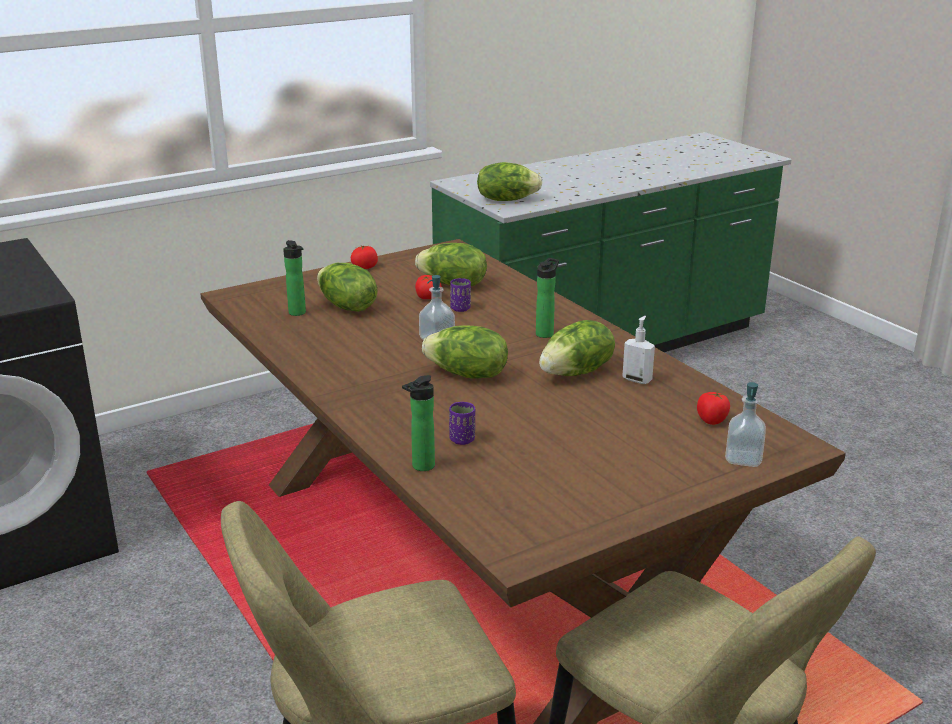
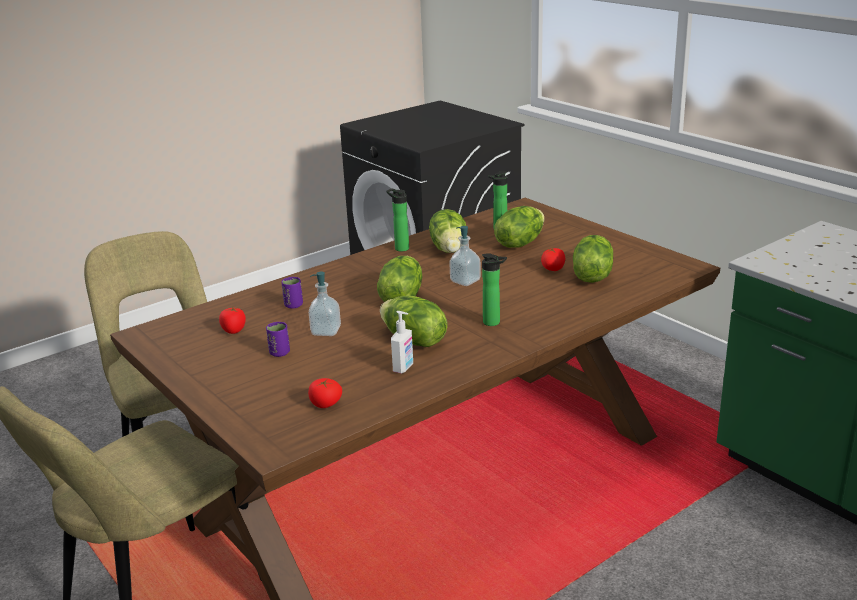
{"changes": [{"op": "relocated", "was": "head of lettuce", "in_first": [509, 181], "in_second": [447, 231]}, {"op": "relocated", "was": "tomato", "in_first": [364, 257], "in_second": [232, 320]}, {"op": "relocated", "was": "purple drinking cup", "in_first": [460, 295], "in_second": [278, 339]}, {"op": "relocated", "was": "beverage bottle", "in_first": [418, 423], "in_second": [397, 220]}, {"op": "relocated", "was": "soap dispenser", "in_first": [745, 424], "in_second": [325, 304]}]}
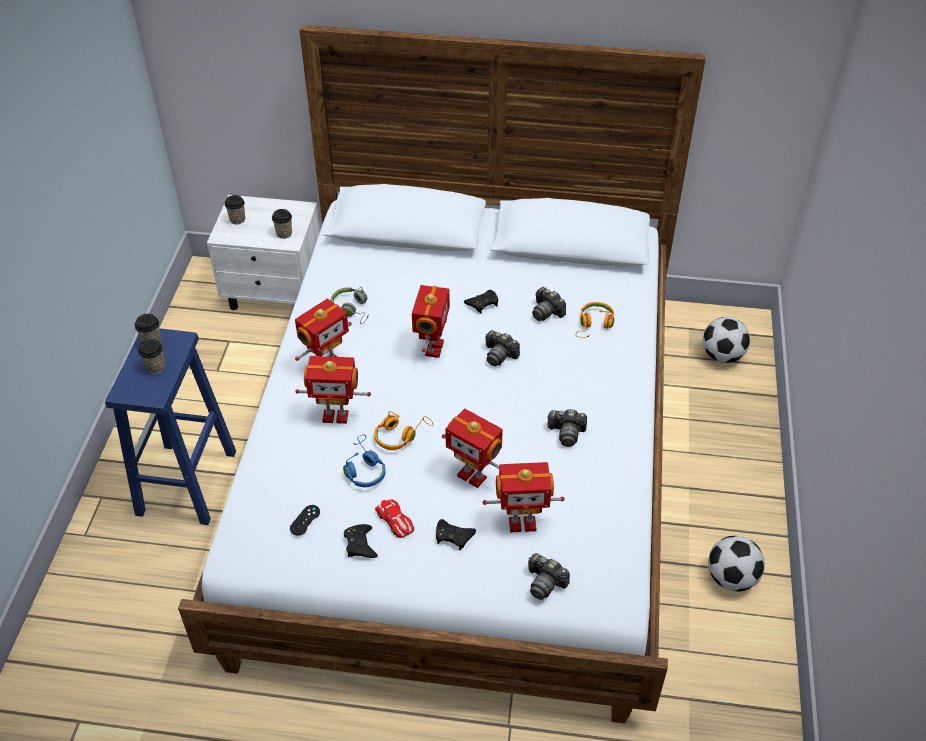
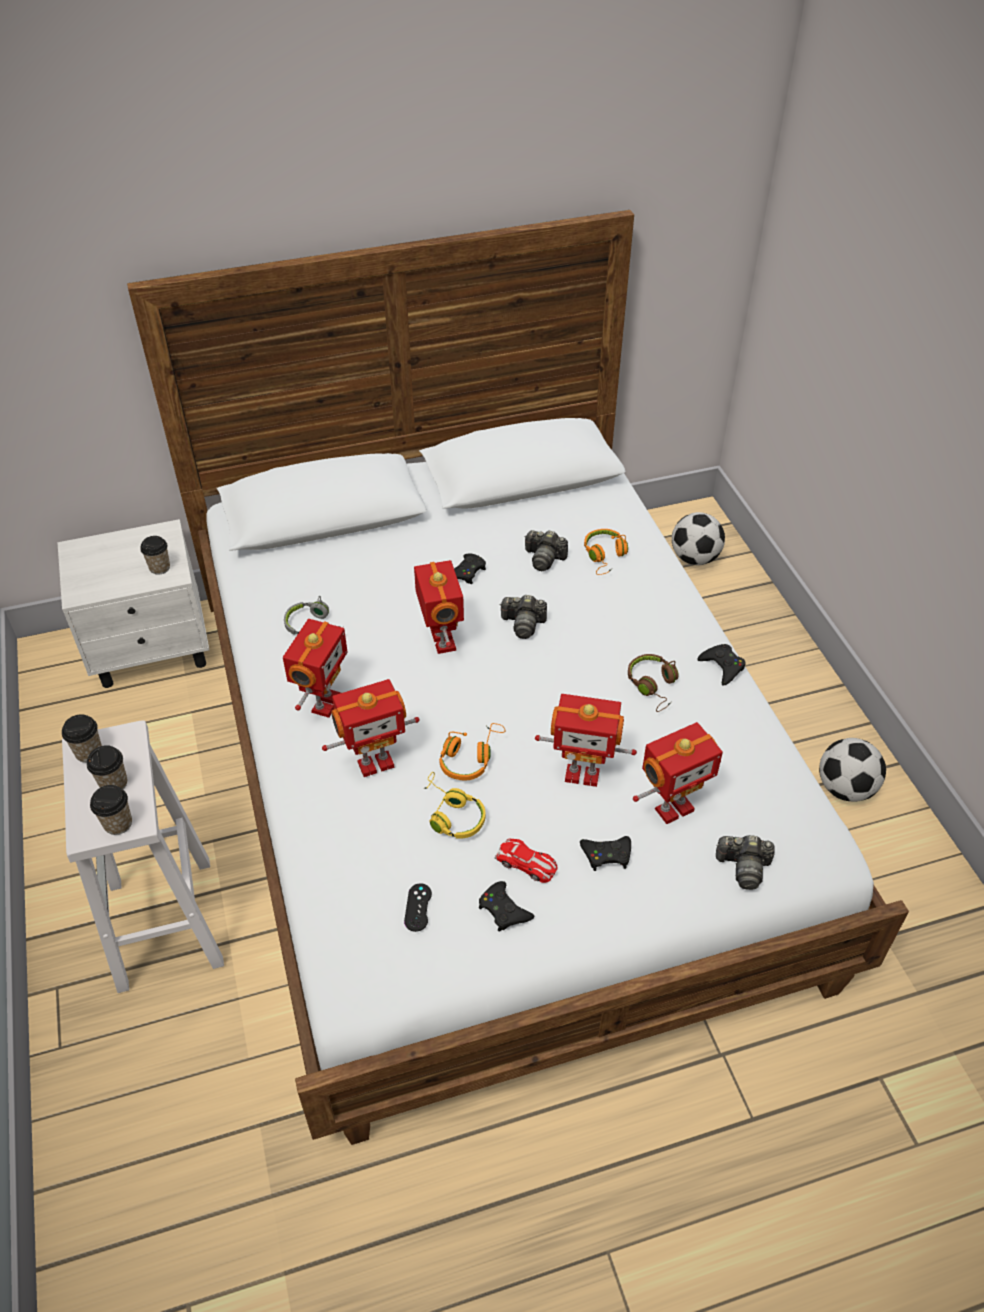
{"changes": [{"op": "relocated", "was": "drinking cup", "in_first": [235, 209], "in_second": [111, 810]}, {"op": "colour", "was": "blue stool", "now": "whitish stool", "in_first": [170, 426], "in_second": [143, 856]}, {"op": "exchanged", "was": "still camera", "now": "brown headphones", "in_first": [567, 428], "in_second": [653, 683]}, {"op": "colour", "was": "blue headphones", "now": "yellowish headphones", "in_first": [364, 460], "in_second": [455, 805]}, {"op": "appeared", "now": "black joypad", "in_second": [721, 665]}]}
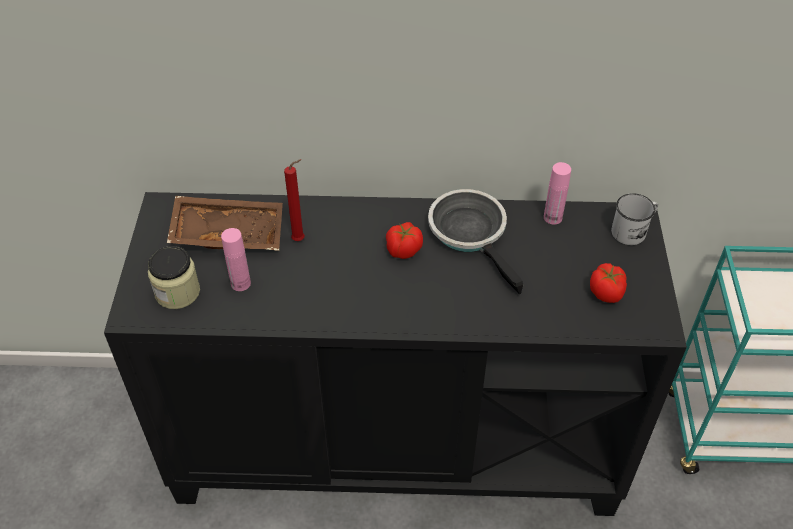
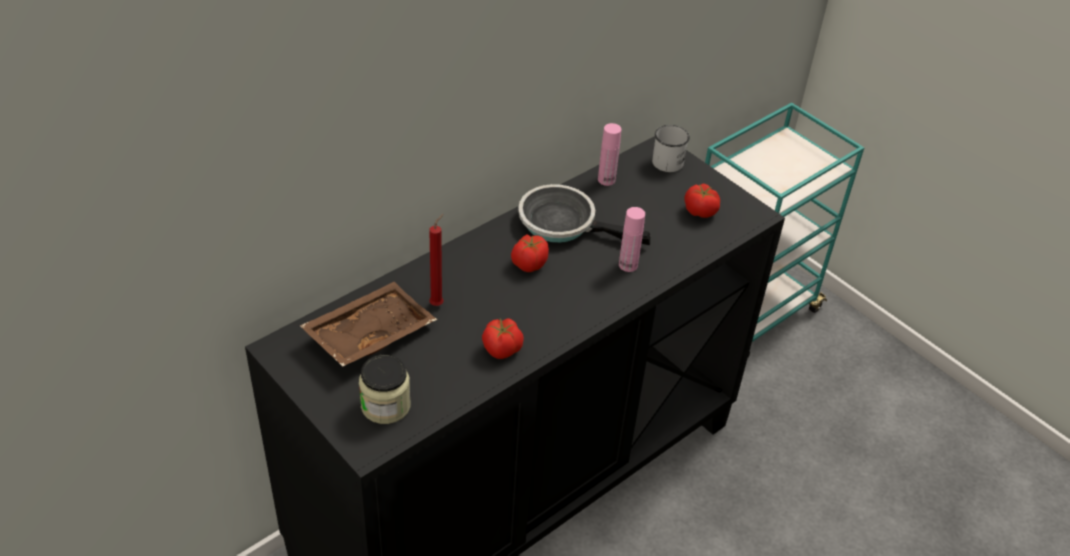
{"changes": [{"op": "relocated", "was": "pinkish beverage bottle", "in_first": [236, 259], "in_second": [632, 239]}, {"op": "appeared", "now": "tomato", "in_second": [503, 338]}]}
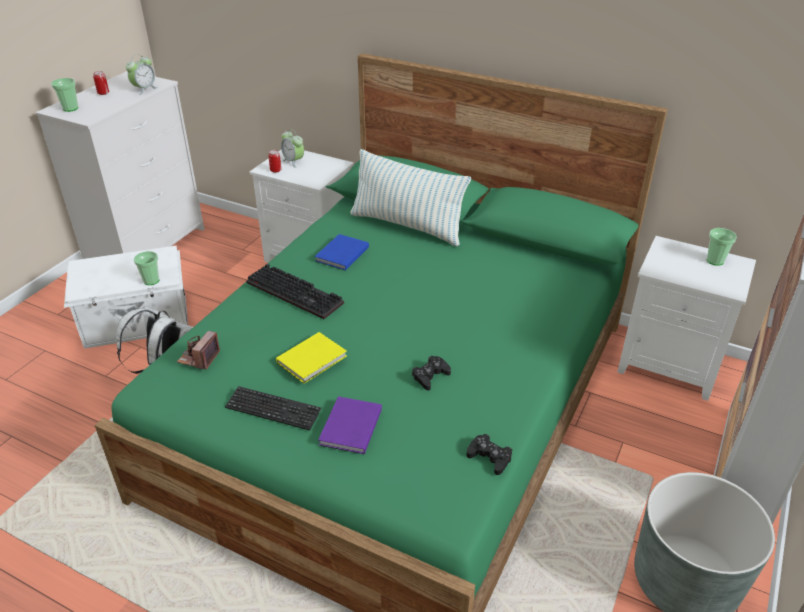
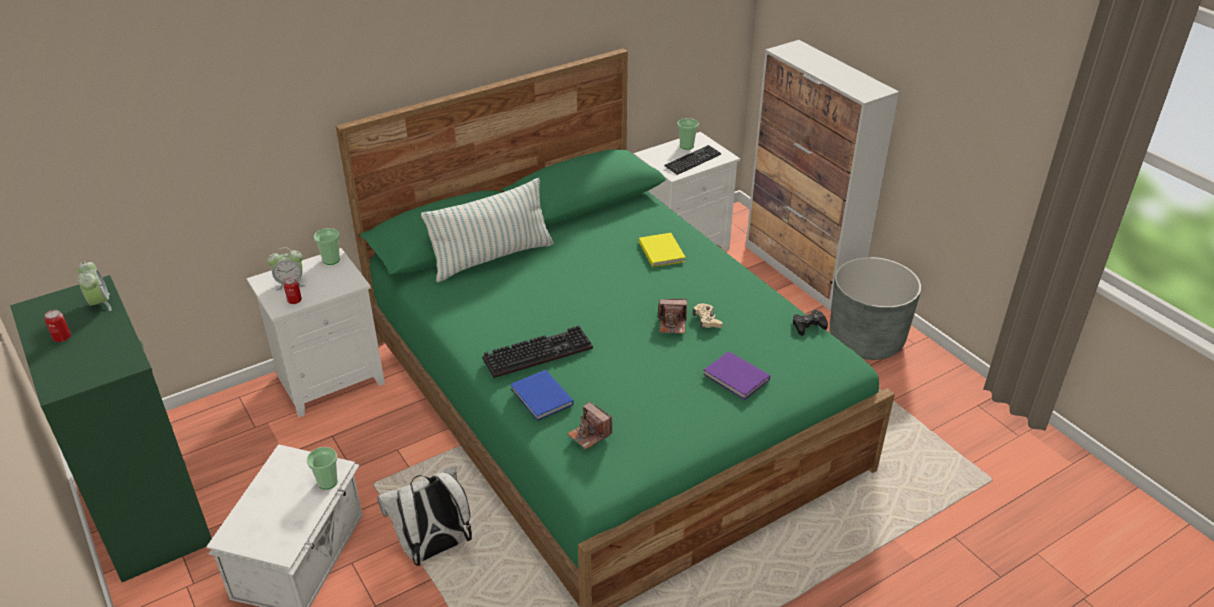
{"changes": [{"op": "colour", "was": "whitish dresser", "now": "green dresser", "in_first": [119, 165], "in_second": [111, 428]}, {"op": "relocated", "was": "drinking cup", "in_first": [64, 95], "in_second": [327, 246]}, {"op": "relocated", "was": "blue book", "in_first": [342, 252], "in_second": [542, 395]}, {"op": "relocated", "was": "yellowish book", "in_first": [311, 358], "in_second": [662, 250]}, {"op": "colour", "was": "black joypad", "now": "sand-coloured joypad", "in_first": [431, 373], "in_second": [707, 316]}, {"op": "relocated", "was": "keyboard", "in_first": [273, 408], "in_second": [692, 160]}, {"op": "appeared", "now": "still camera", "in_second": [672, 316]}]}
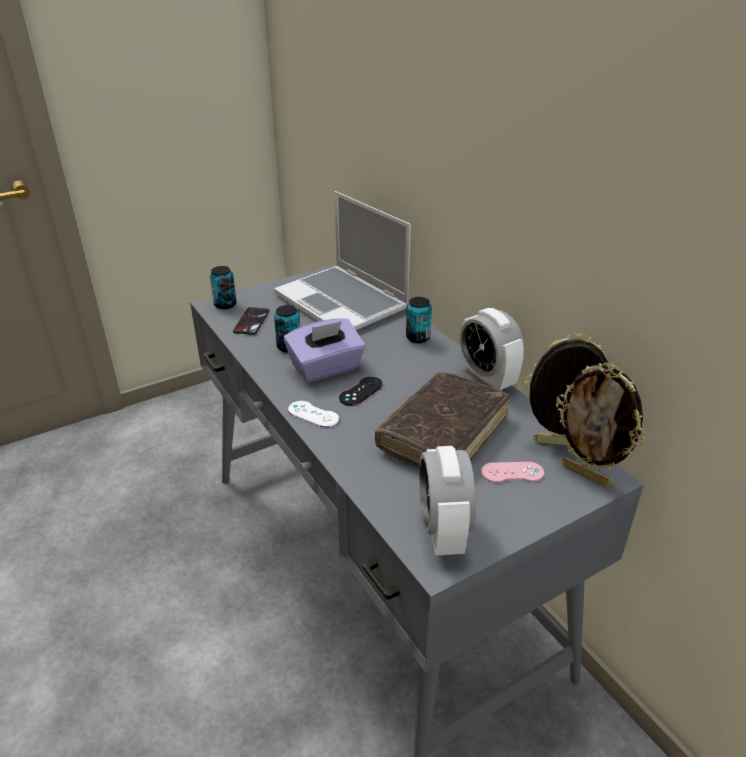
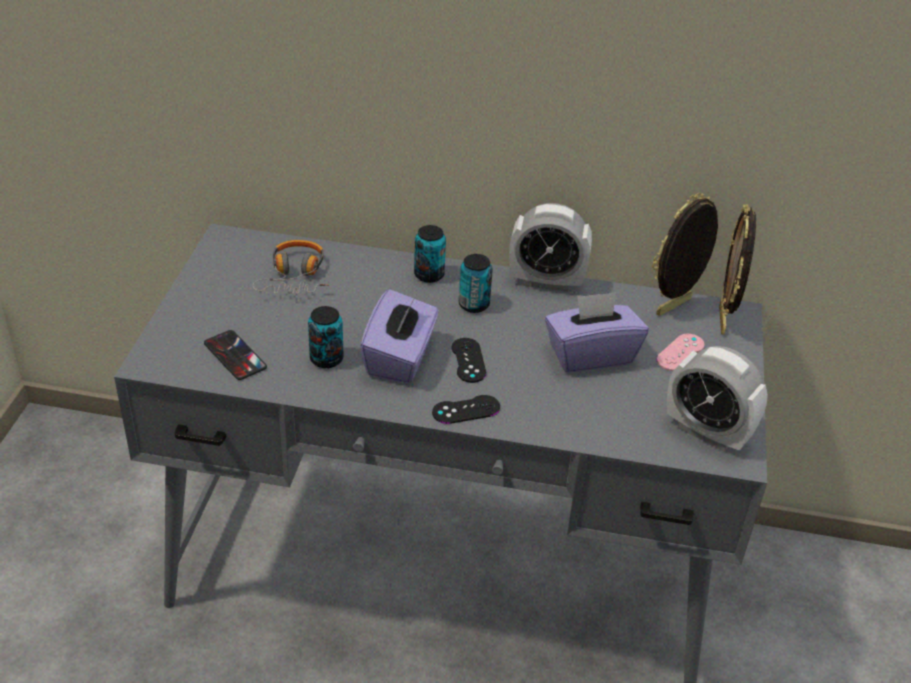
{"changes": [{"op": "exchanged", "was": "portable computer", "now": "headphones", "in_first": [342, 260], "in_second": [291, 267]}, {"op": "relocated", "was": "can", "in_first": [223, 287], "in_second": [476, 283]}, {"op": "spun", "was": "standing frame", "in_first": [600, 425], "in_second": [737, 269], "clockwise": 105}, {"op": "exchanged", "was": "brown book", "now": "purple tissue holder", "in_first": [443, 420], "in_second": [597, 332]}, {"op": "colour", "was": "whitish joypad", "now": "black joypad", "in_first": [313, 414], "in_second": [466, 409]}]}
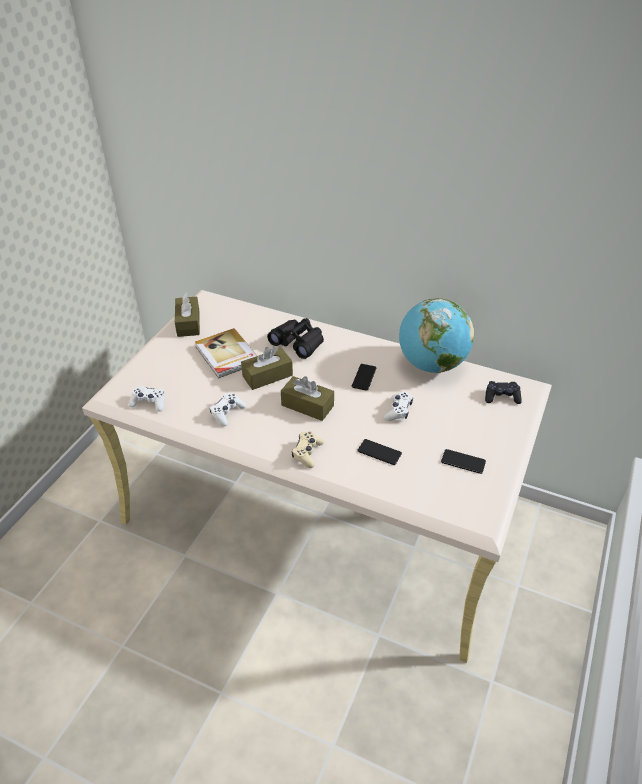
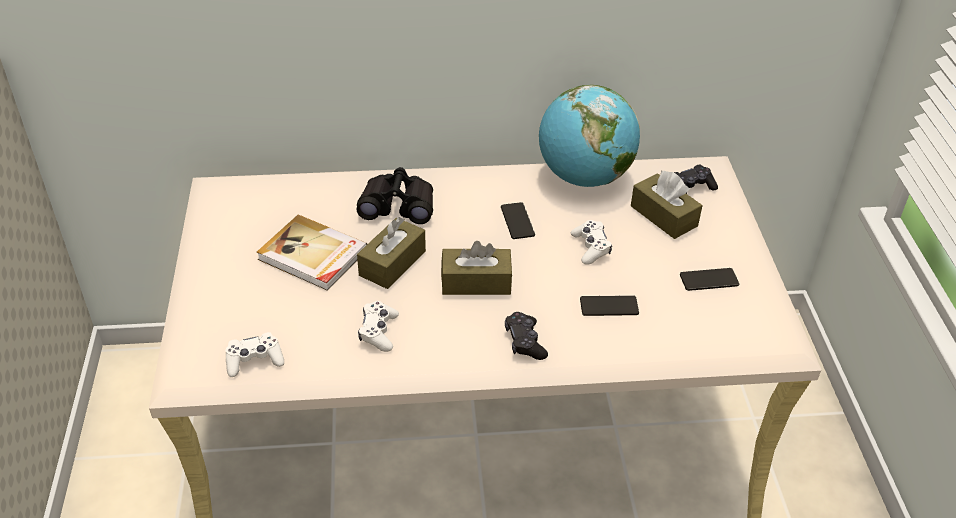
{"changes": [{"op": "relocated", "was": "brown tissue holder", "in_first": [187, 314], "in_second": [666, 205]}, {"op": "colour", "was": "sand-coloured joypad", "now": "black joypad", "in_first": [308, 449], "in_second": [526, 336]}]}
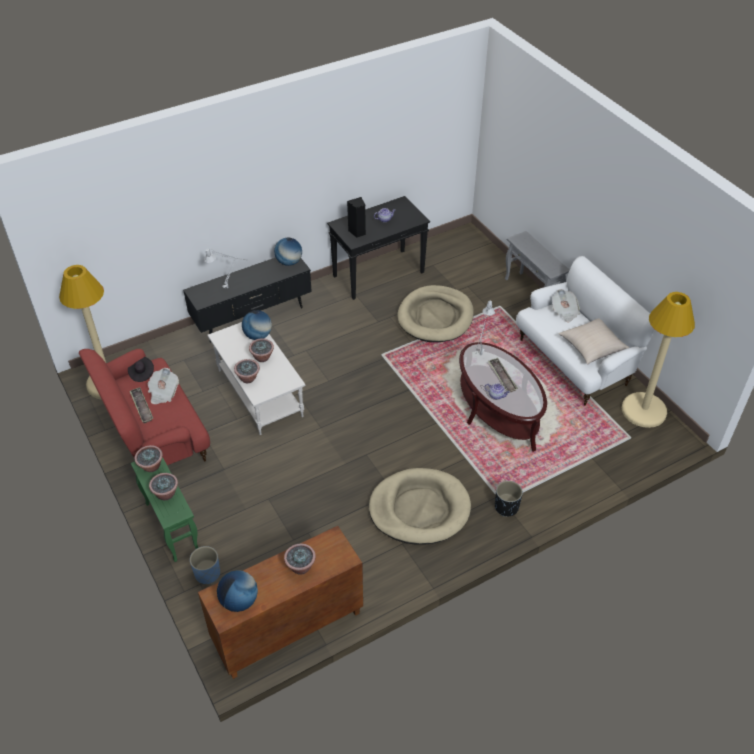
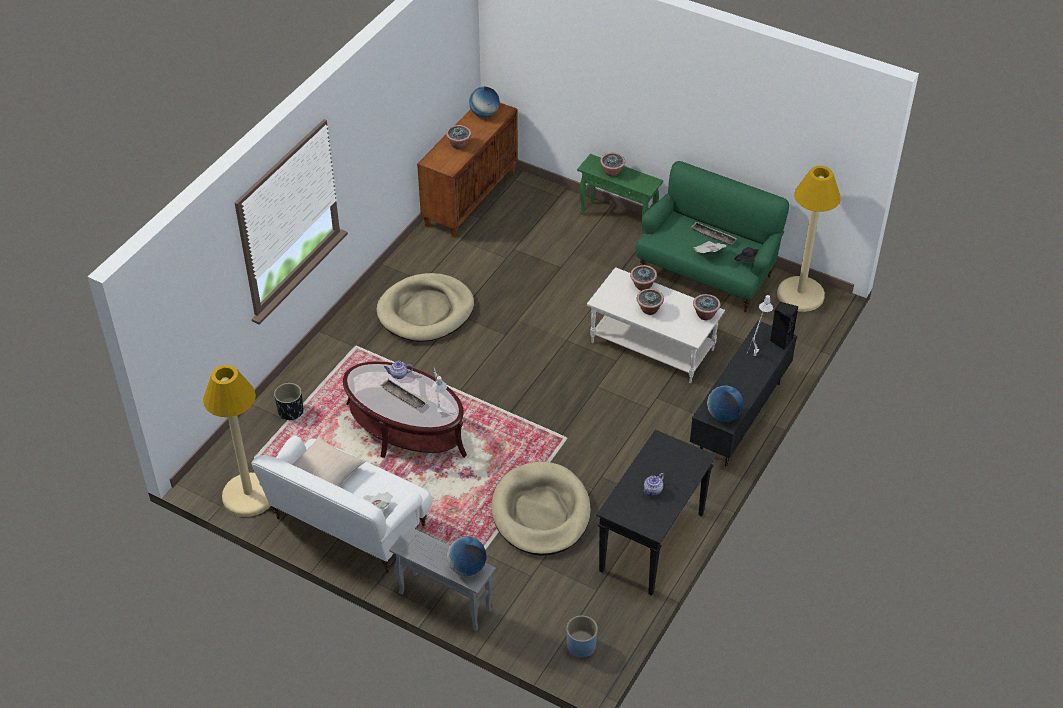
{"changes": [{"op": "relocated", "was": "black loudspeaker", "in_first": [356, 217], "in_second": [784, 326]}, {"op": "relocated", "was": "globe", "in_first": [257, 325], "in_second": [466, 556]}, {"op": "colour", "was": "reddish settee", "now": "green settee", "in_first": [144, 407], "in_second": [712, 237]}, {"op": "relocated", "was": "plant in a pot", "in_first": [148, 458], "in_second": [706, 307]}, {"op": "relocated", "was": "black planter", "in_first": [509, 499], "in_second": [288, 402]}, {"op": "relocated", "was": "blue planter", "in_first": [205, 565], "in_second": [582, 636]}]}
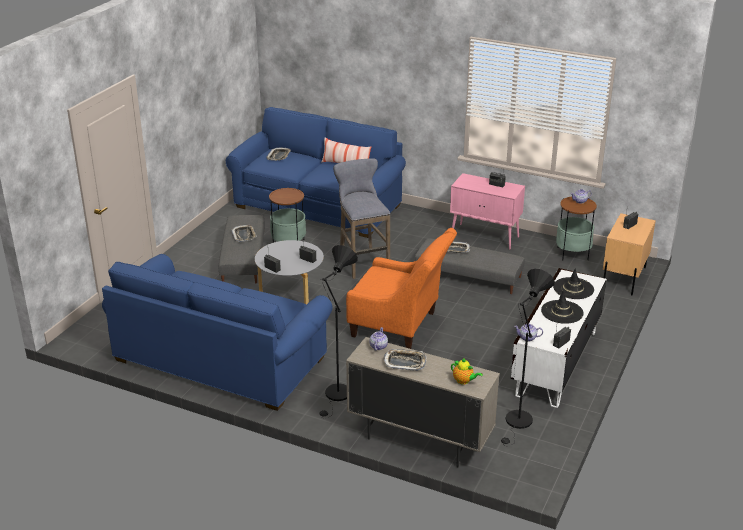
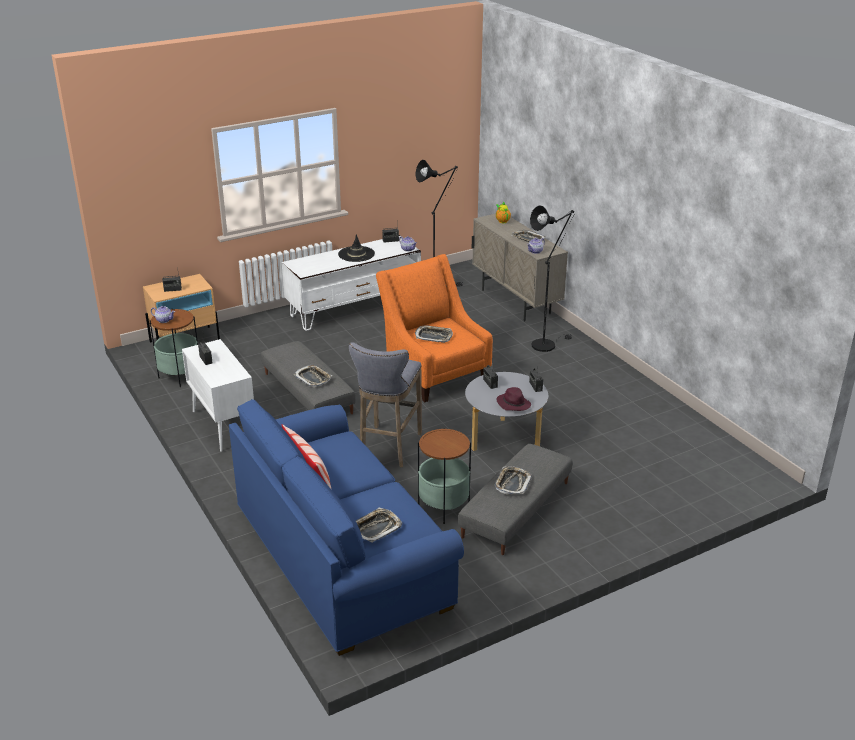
{"changes": [{"op": "colour", "was": "pinkish cupboard", "now": "whitish cupboard", "in_first": [487, 211], "in_second": [218, 395]}, {"op": "missing", "was": "blue settee", "in_first": [217, 332]}, {"op": "missing", "was": "black wearable hat", "in_first": [573, 283]}, {"op": "appeared", "now": "carrying tray", "in_second": [434, 334]}, {"op": "appeared", "now": "purple wearable hat", "in_second": [513, 399]}]}
